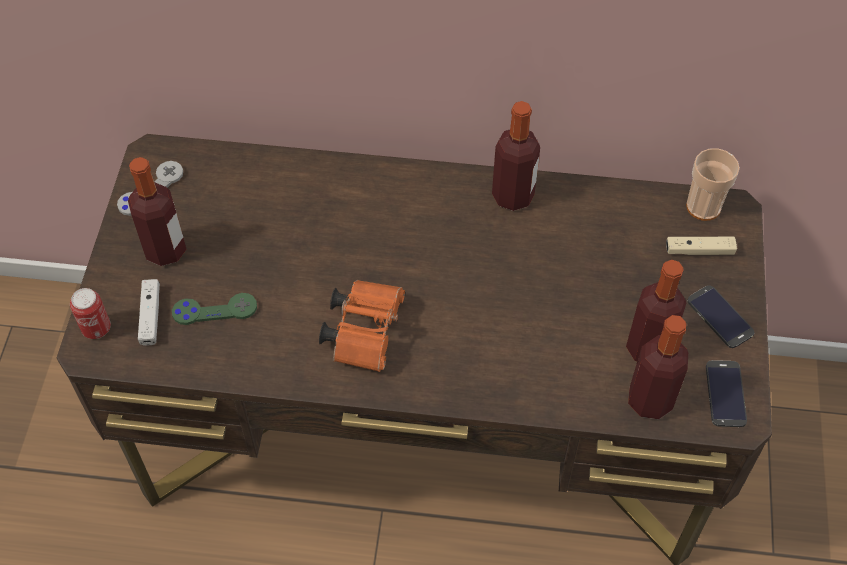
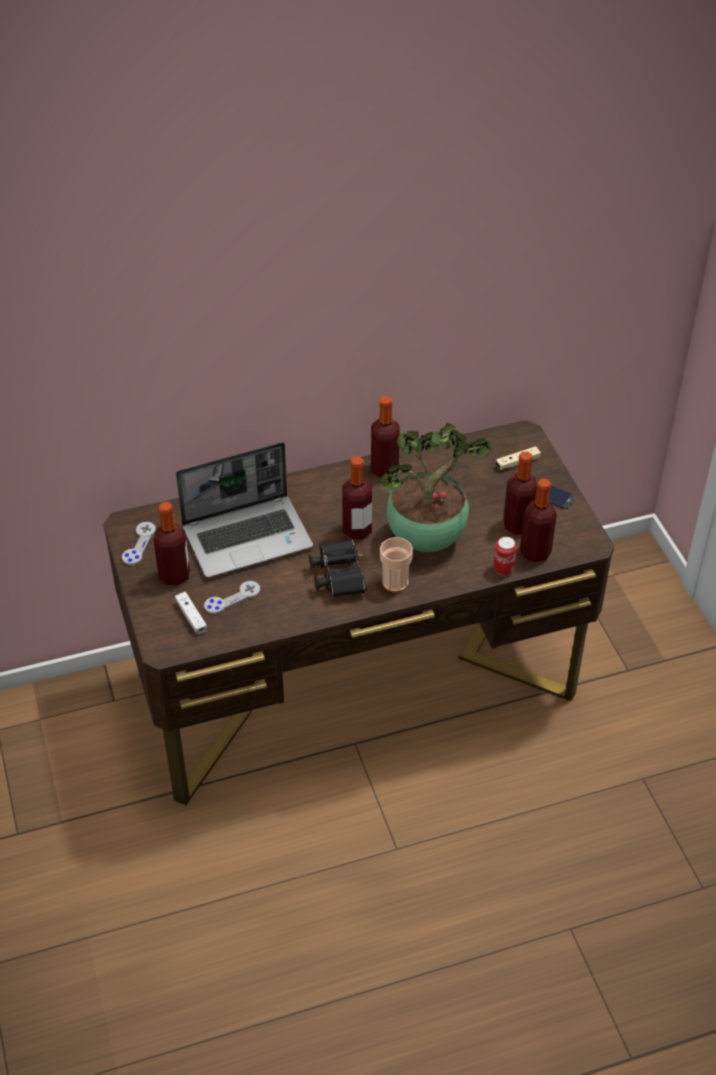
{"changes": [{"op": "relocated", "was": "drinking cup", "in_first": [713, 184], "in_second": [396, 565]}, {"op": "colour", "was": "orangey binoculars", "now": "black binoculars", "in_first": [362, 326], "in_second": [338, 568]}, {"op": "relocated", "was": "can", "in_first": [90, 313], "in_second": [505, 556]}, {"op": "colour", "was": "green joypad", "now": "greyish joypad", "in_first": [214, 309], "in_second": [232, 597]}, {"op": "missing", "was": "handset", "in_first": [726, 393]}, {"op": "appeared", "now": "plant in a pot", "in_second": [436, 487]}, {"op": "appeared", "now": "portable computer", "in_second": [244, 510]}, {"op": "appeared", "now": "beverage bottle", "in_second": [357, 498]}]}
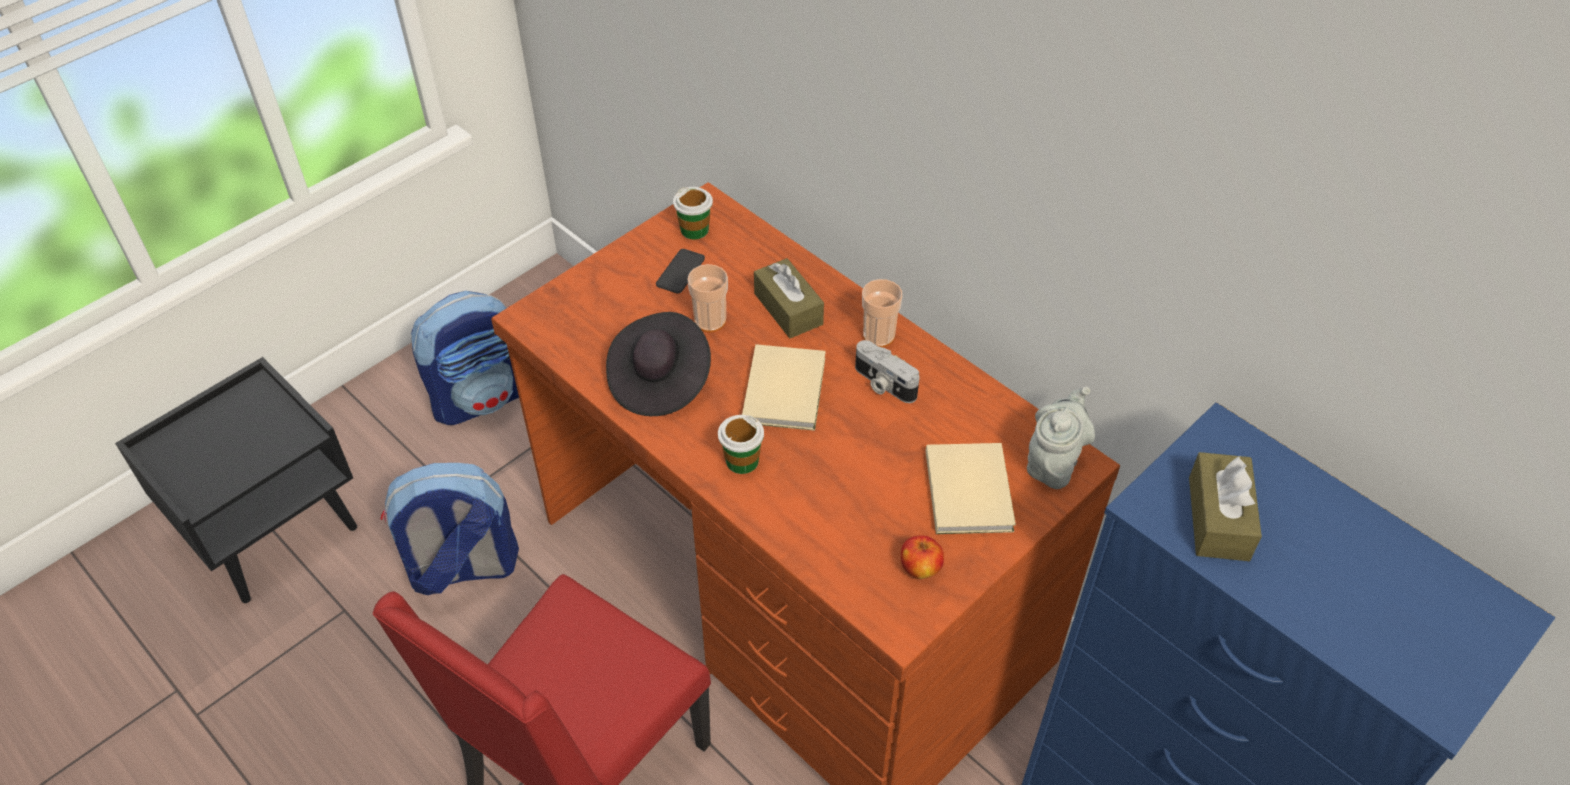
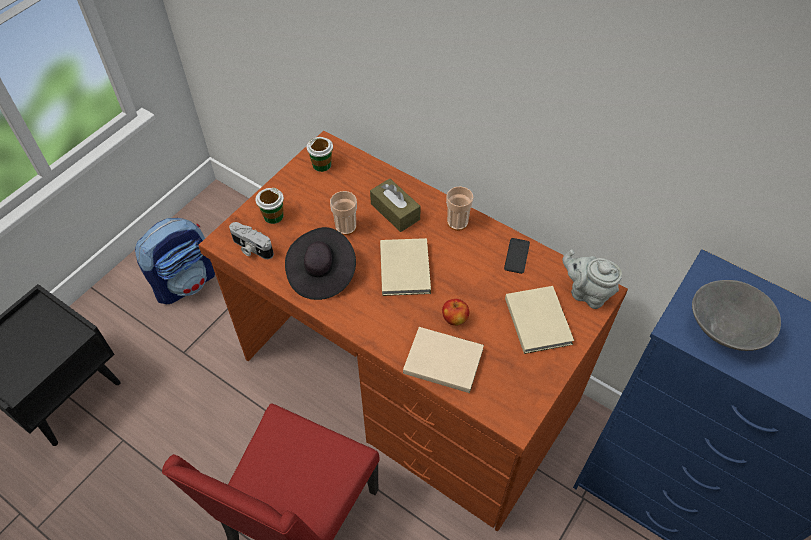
{"changes": [{"op": "relocated", "was": "handset", "in_first": [680, 271], "in_second": [517, 256]}, {"op": "relocated", "was": "still camera", "in_first": [887, 371], "in_second": [251, 240]}, {"op": "spun", "was": "greyish pot for tea", "in_first": [1061, 438], "in_second": [592, 279], "clockwise": -75}, {"op": "relocated", "was": "drinking cup", "in_first": [741, 444], "in_second": [269, 206]}, {"op": "exchanged", "was": "brown tissue holder", "now": "greyish deep dish", "in_first": [1225, 506], "in_second": [736, 315]}, {"op": "missing", "was": "backpack", "in_first": [450, 529]}, {"op": "relocated", "was": "apple fruit", "in_first": [922, 557], "in_second": [455, 312]}, {"op": "appeared", "now": "sand-coloured book", "in_second": [443, 360]}]}
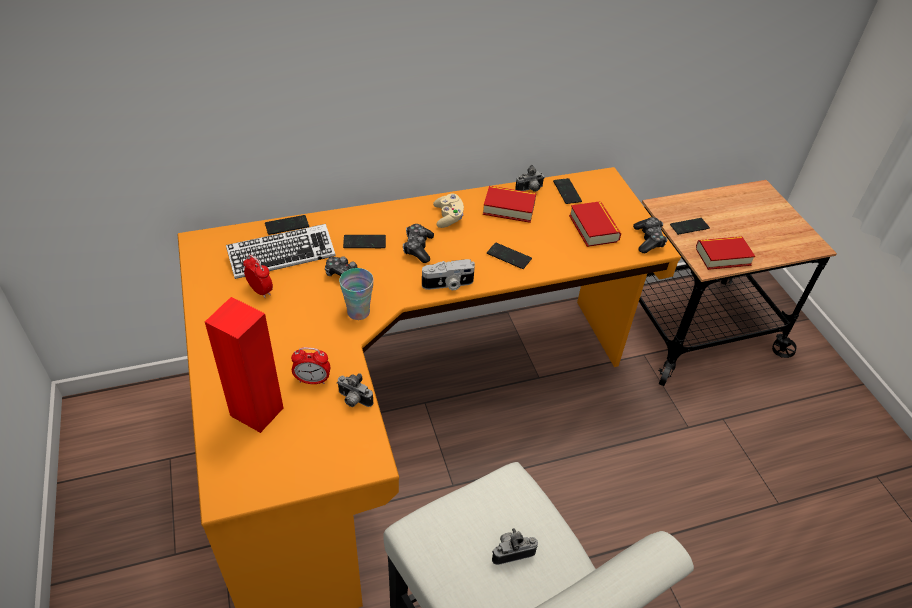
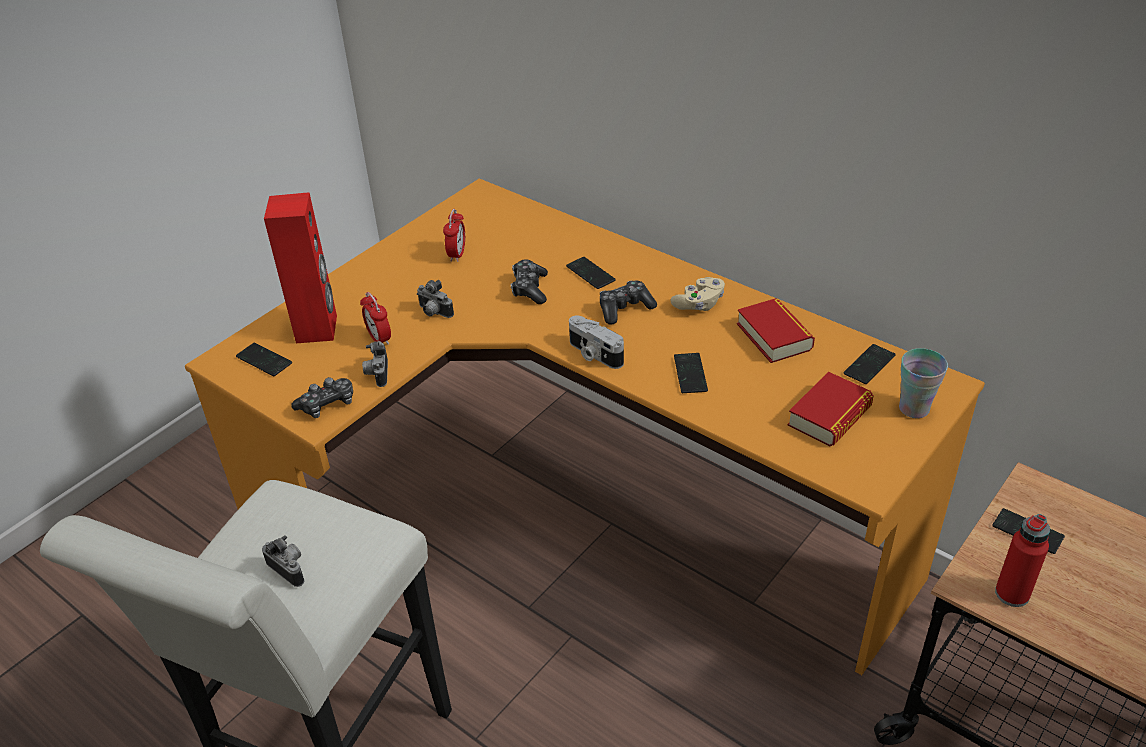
{"changes": [{"op": "relocated", "was": "still camera", "in_first": [530, 178], "in_second": [435, 299]}, {"op": "relocated", "was": "handset", "in_first": [287, 225], "in_second": [264, 359]}, {"op": "relocated", "was": "joypad", "in_first": [650, 235], "in_second": [322, 397]}, {"op": "missing", "was": "keyboard", "in_first": [281, 251]}, {"op": "exchanged", "was": "book", "now": "reddish beverage bottle", "in_first": [725, 253], "in_second": [1022, 560]}, {"op": "relocated", "was": "drinking cup", "in_first": [356, 294], "in_second": [923, 383]}]}
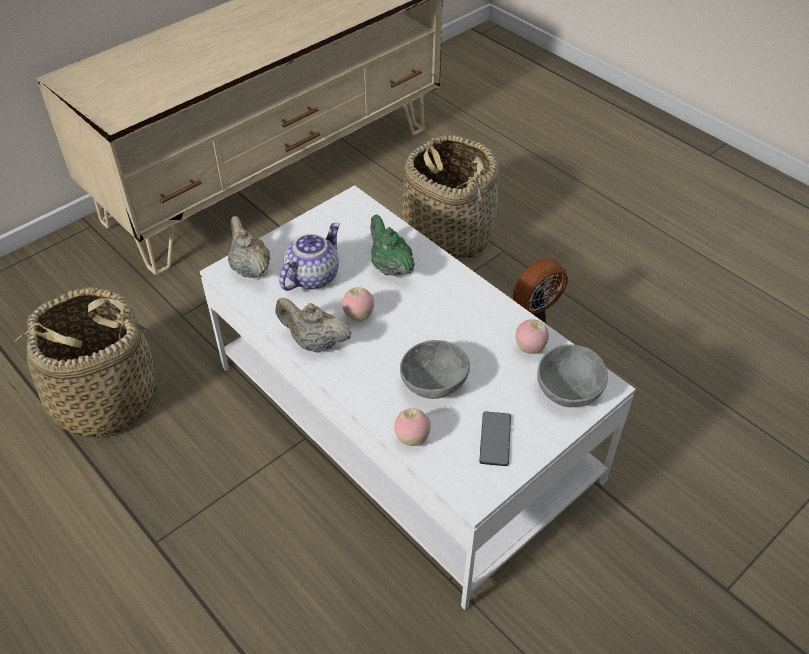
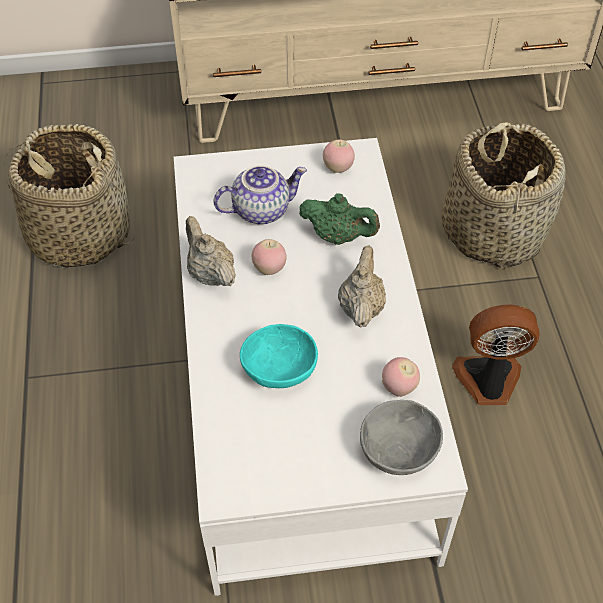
{"changes": [{"op": "spun", "was": "green pot for tea", "in_first": [392, 246], "in_second": [339, 219], "clockwise": 105}, {"op": "relocated", "was": "sand-coloured pot for tea", "in_first": [249, 247], "in_second": [362, 287]}, {"op": "colour", "was": "greyish deep dish", "now": "blue-green deep dish", "in_first": [435, 369], "in_second": [279, 356]}, {"op": "relocated", "was": "apple fruit", "in_first": [412, 427], "in_second": [339, 156]}, {"op": "missing", "was": "handset", "in_first": [495, 438]}]}
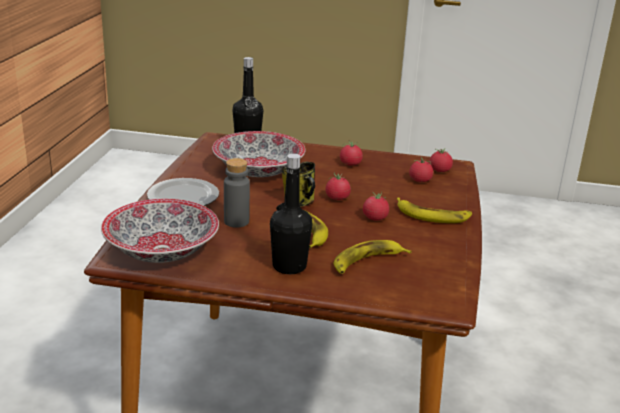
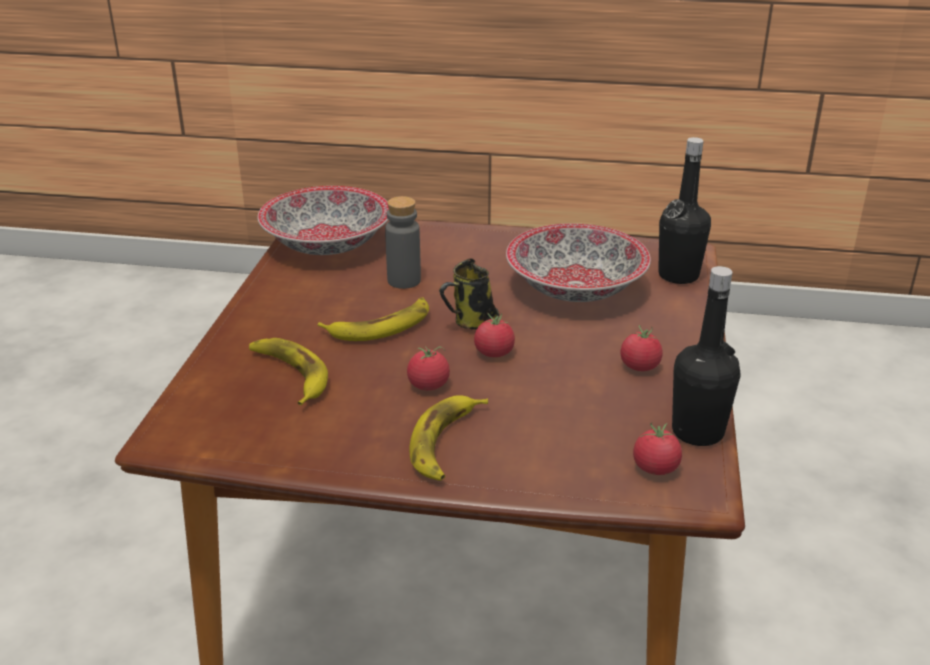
{"changes": [{"op": "relocated", "was": "black beverage bottle", "in_first": [291, 213], "in_second": [706, 356]}, {"op": "missing", "was": "tomato", "in_first": [421, 169]}, {"op": "missing", "was": "flat dish", "in_first": [183, 192]}]}
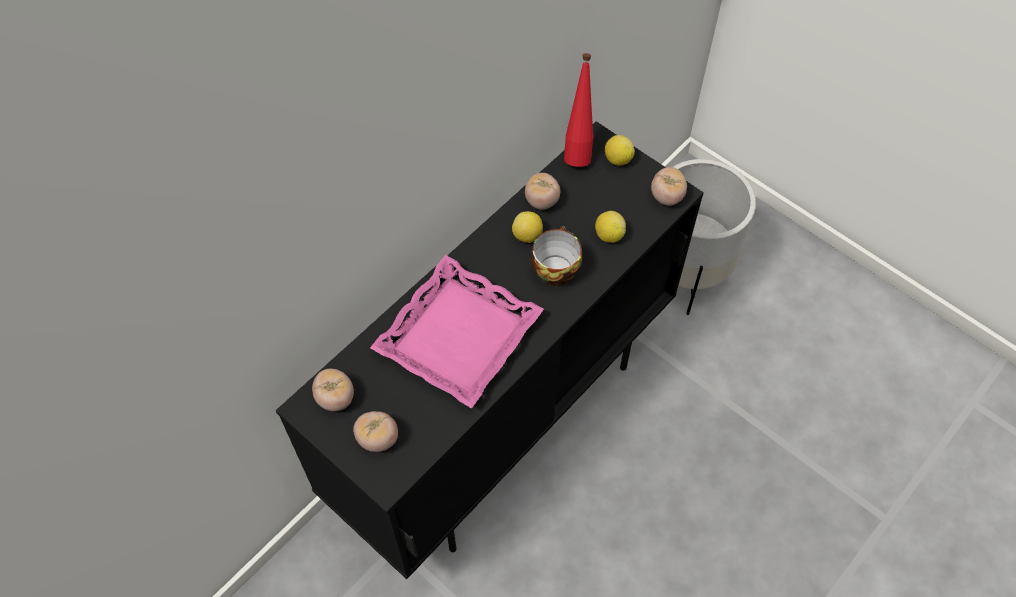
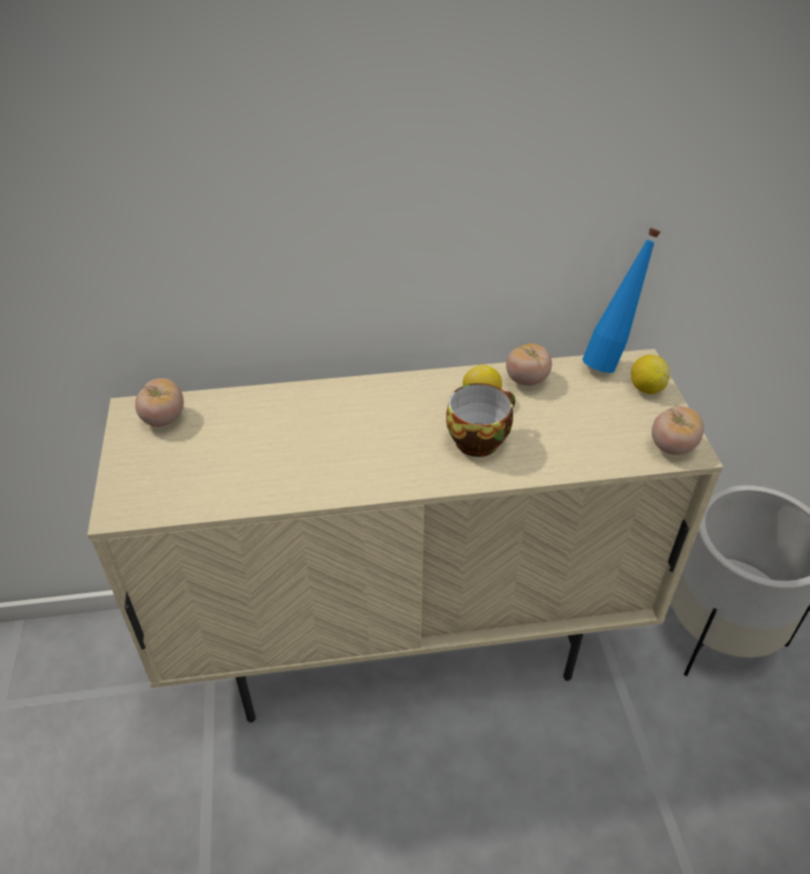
{"changes": [{"op": "colour", "was": "reddish beverage bottle", "now": "blue beverage bottle", "in_first": [578, 110], "in_second": [621, 300]}, {"op": "colour", "was": "black cupboard", "now": "sand-coloured cupboard", "in_first": [490, 350], "in_second": [405, 536]}, {"op": "missing", "was": "lemon", "in_first": [610, 227]}, {"op": "missing", "was": "pinkish carrying tray", "in_first": [457, 332]}, {"op": "missing", "was": "tomato", "in_first": [375, 431]}]}
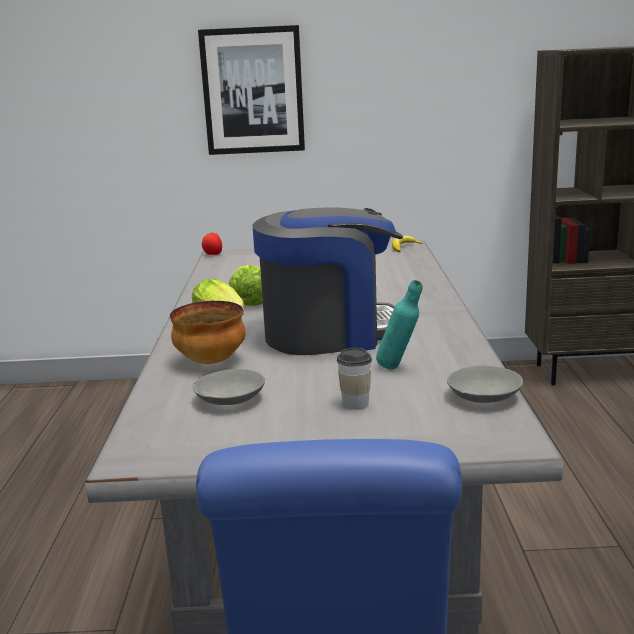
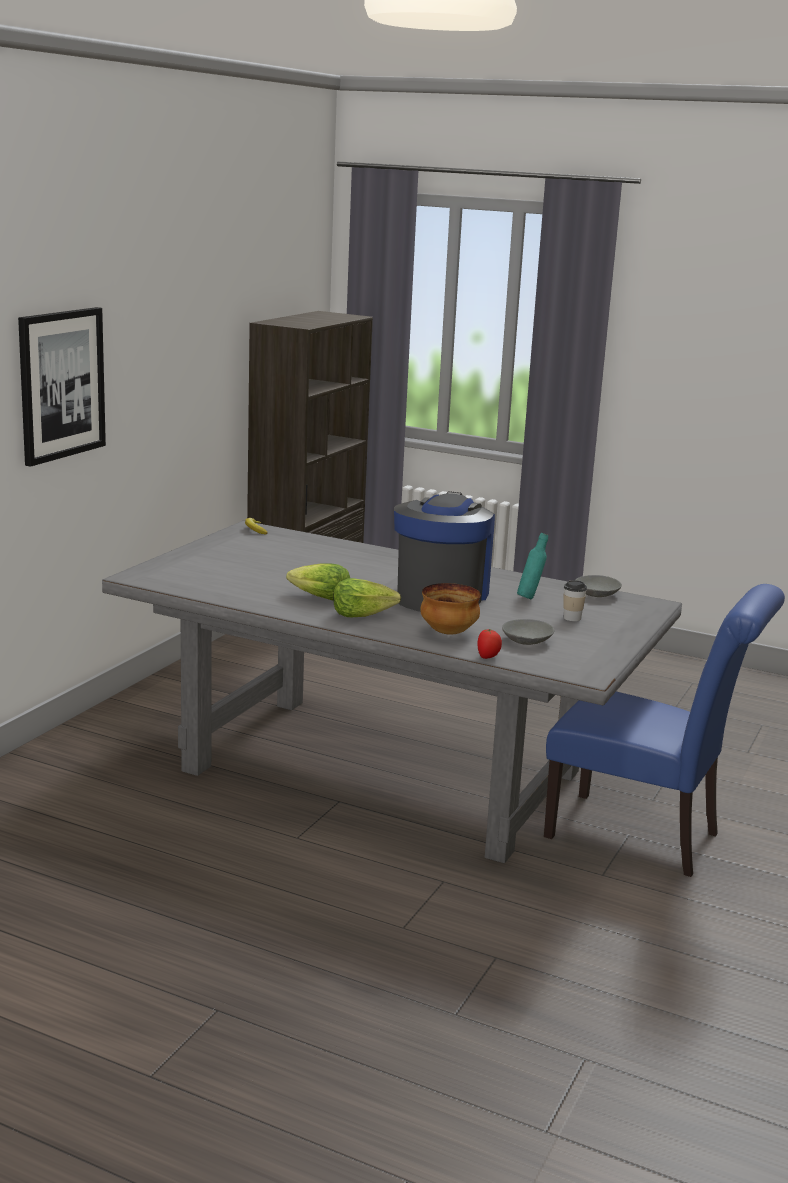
{"changes": [{"op": "relocated", "was": "tomato", "in_first": [212, 243], "in_second": [489, 644]}]}
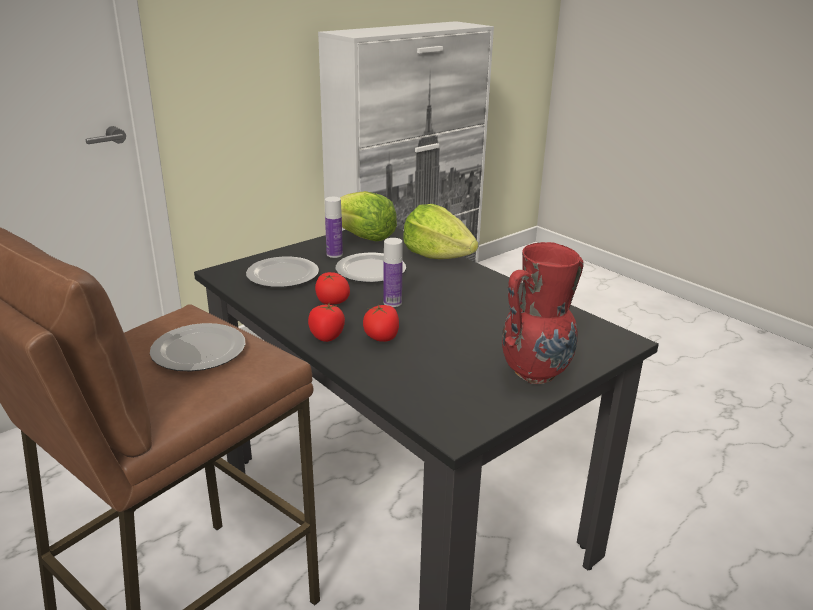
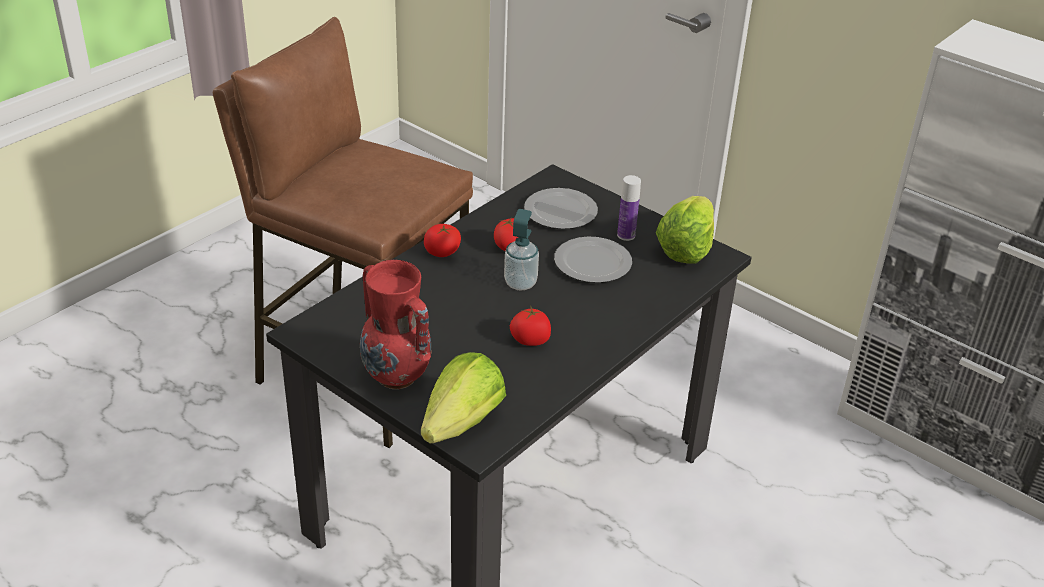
{"changes": [{"op": "relocated", "was": "head of lettuce", "in_first": [440, 231], "in_second": [463, 398]}, {"op": "exchanged", "was": "beverage bottle", "now": "soap dispenser", "in_first": [393, 272], "in_second": [521, 250]}, {"op": "relocated", "was": "tomato", "in_first": [381, 323], "in_second": [530, 325]}, {"op": "missing", "was": "flat dish", "in_first": [197, 347]}]}
